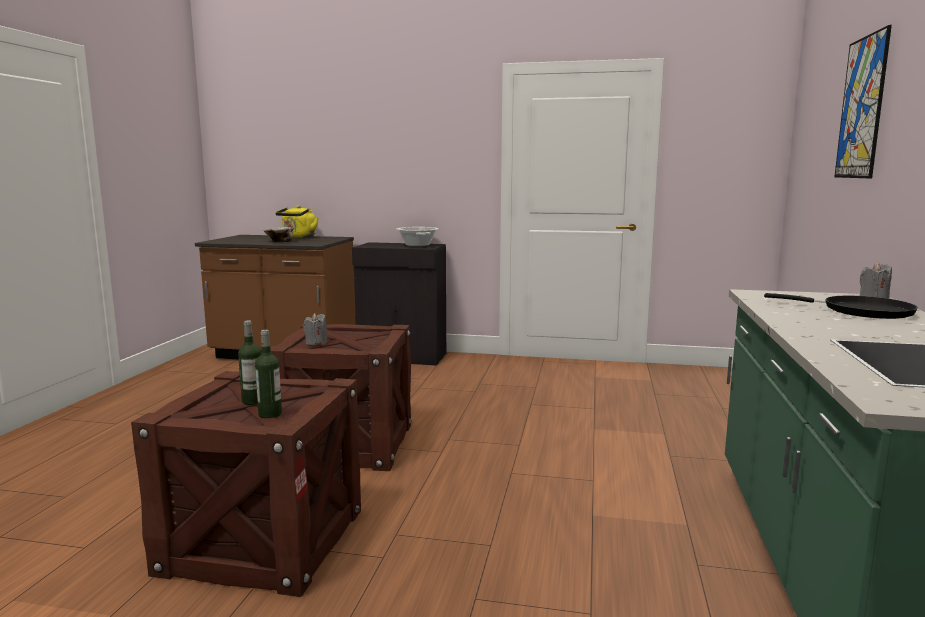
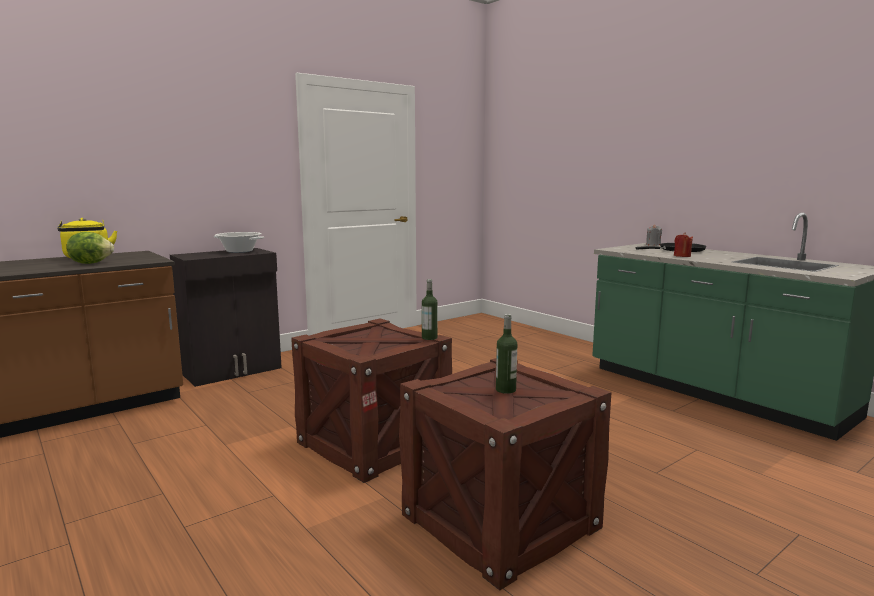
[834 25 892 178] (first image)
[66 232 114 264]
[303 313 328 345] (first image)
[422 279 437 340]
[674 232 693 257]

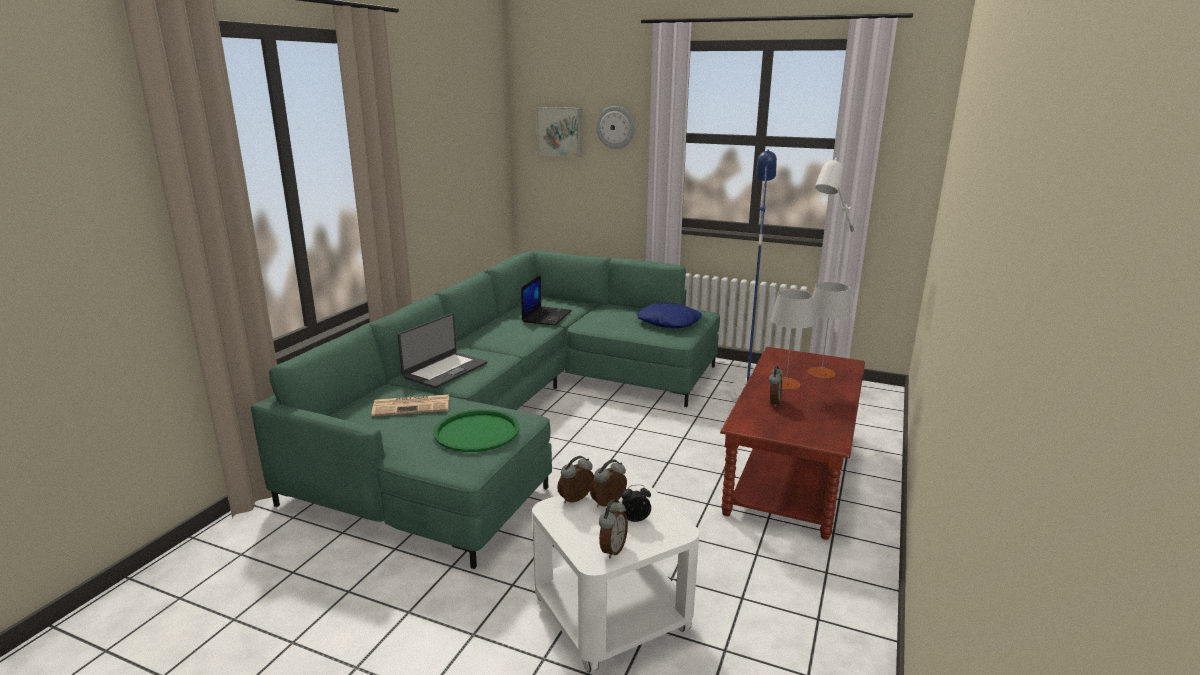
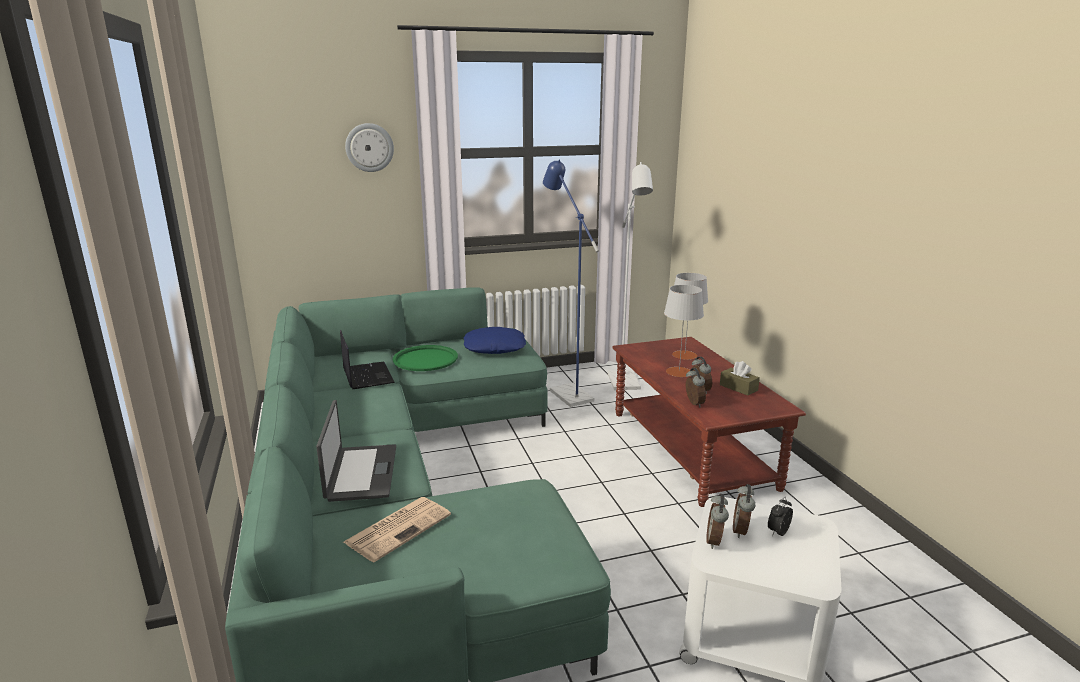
[536 107 582 157] (first image)
[393 345 458 371]
[686 368 706 407]
[720 361 760 396]

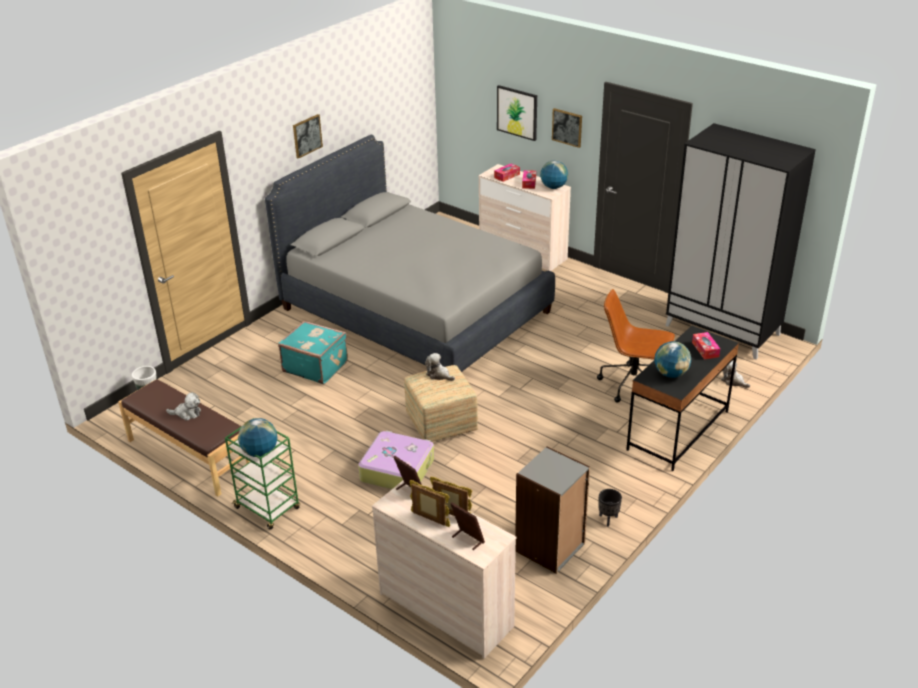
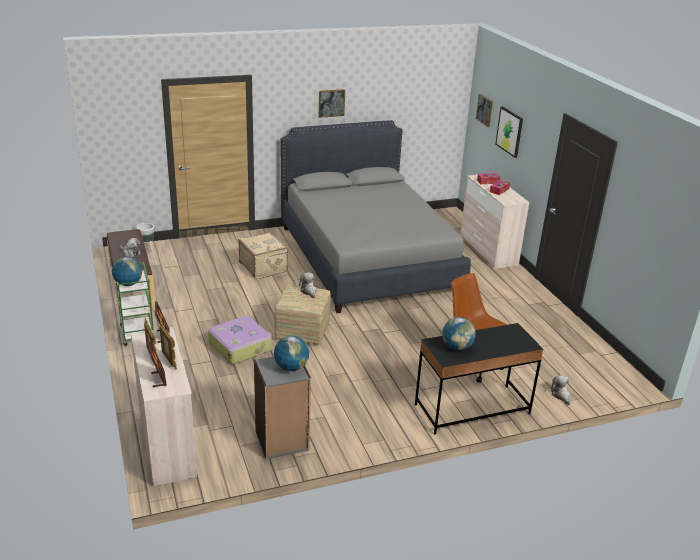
[476 94 493 127]
[666 123 816 360] (first image)
[274 335 309 371]
[238 232 288 279]
[692 332 720 360] (first image)
[599 489 622 526] (first image)

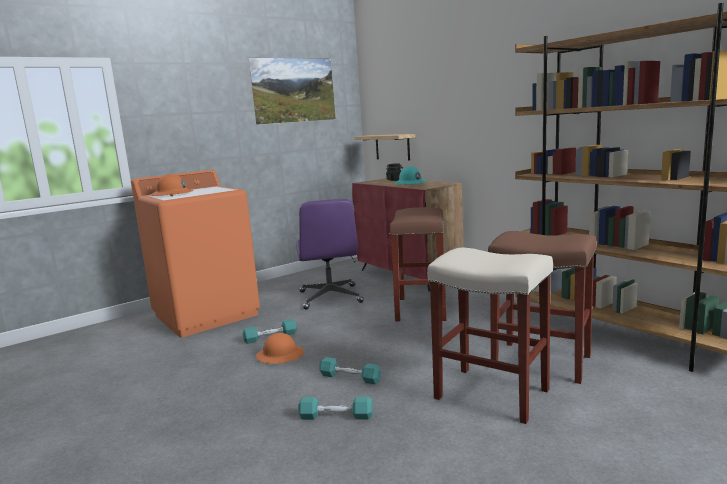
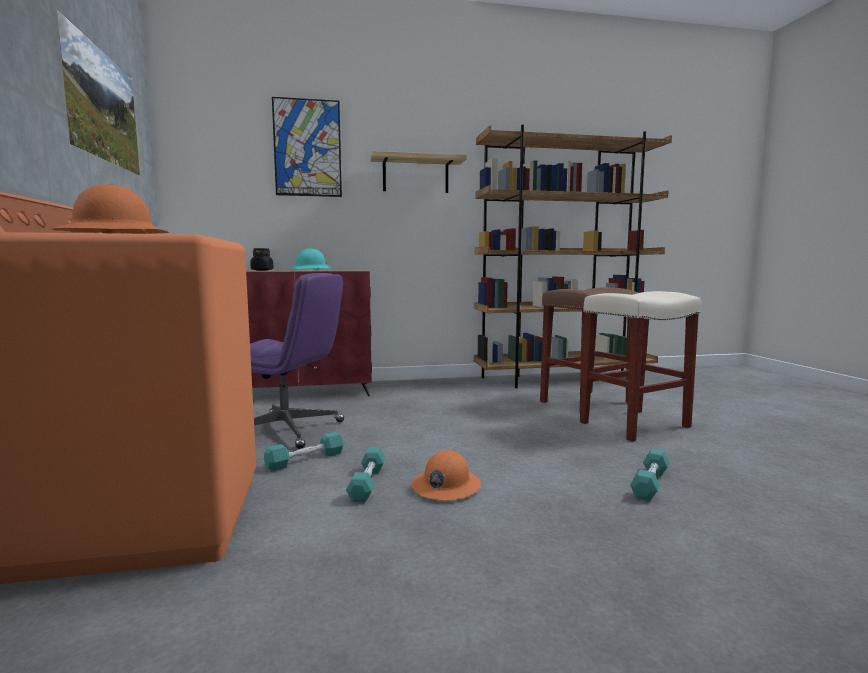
[370 151 467 193]
[390 207 446 321] (first image)
[264 432 344 471]
[272 97 342 197]

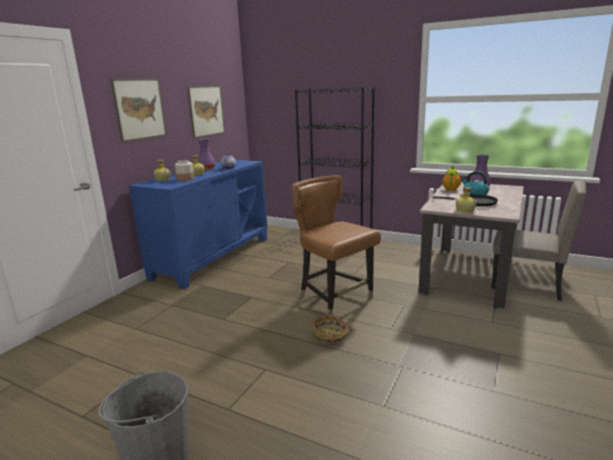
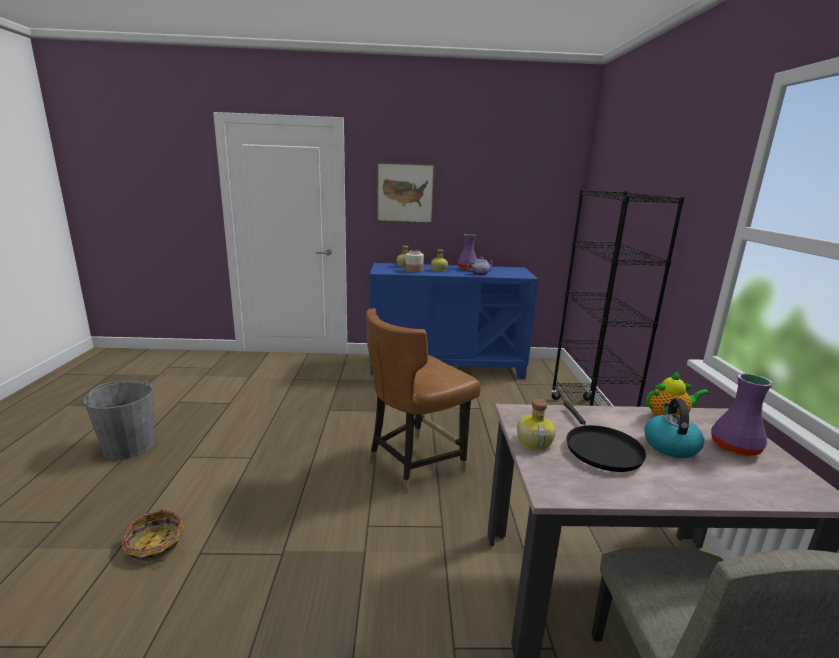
[187 86 225 139] (first image)
[366 308 481 493]
[121 509 185 562]

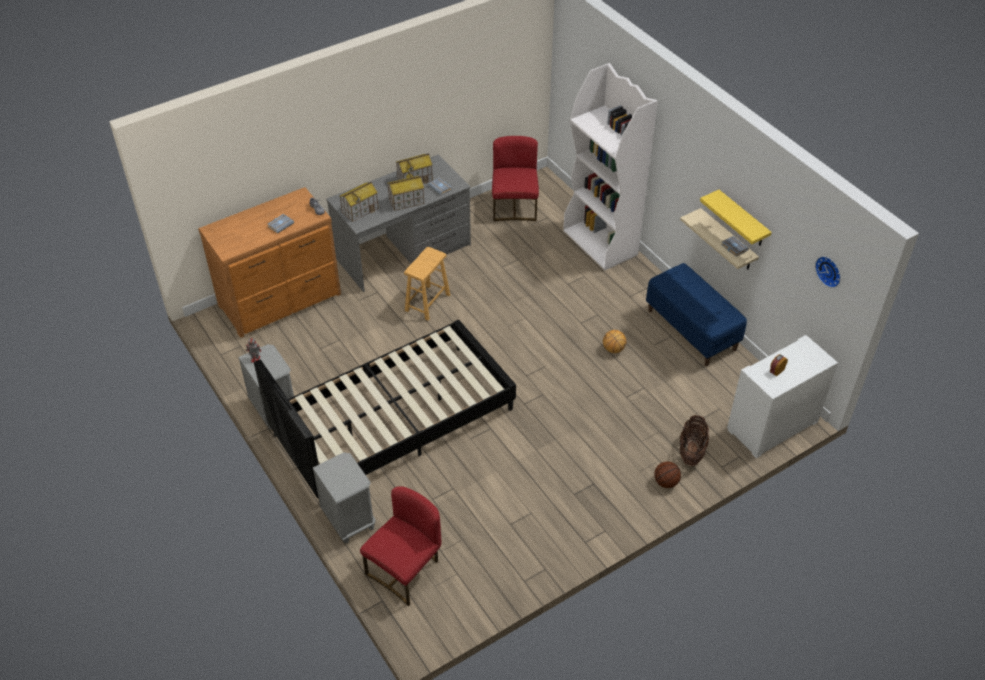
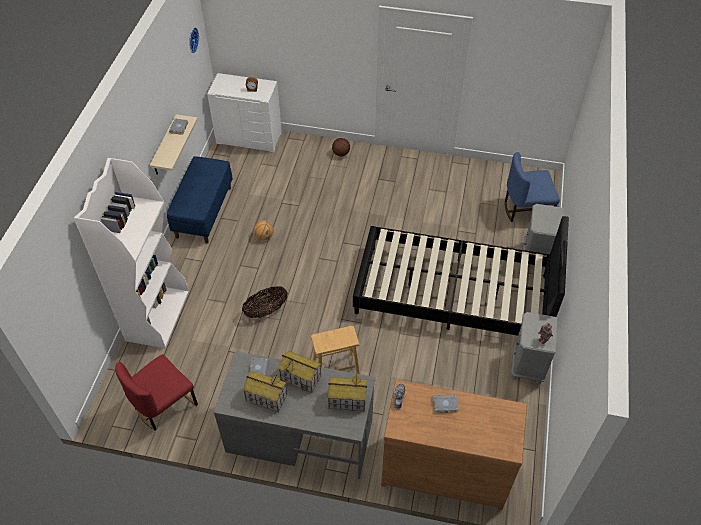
[700 190 772 246] (first image)
[242 286 288 318]
[505 152 560 222]

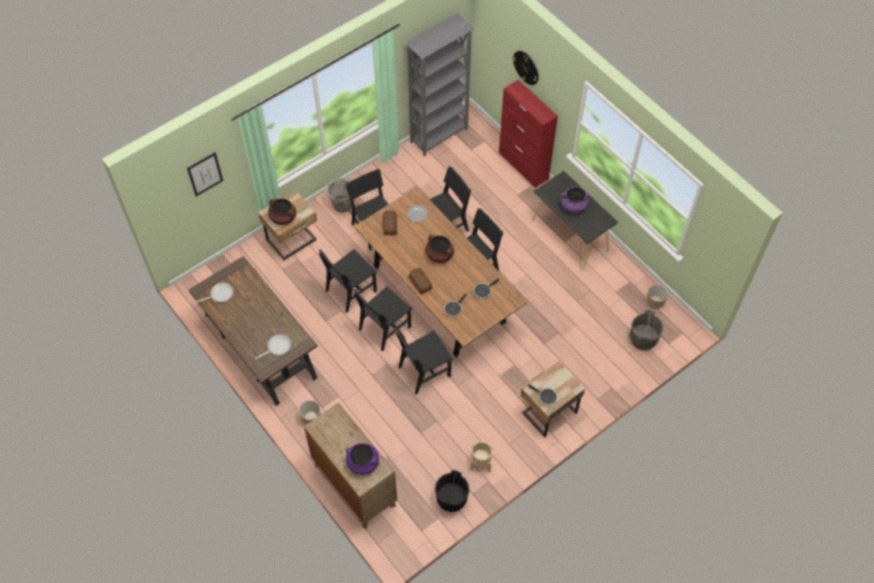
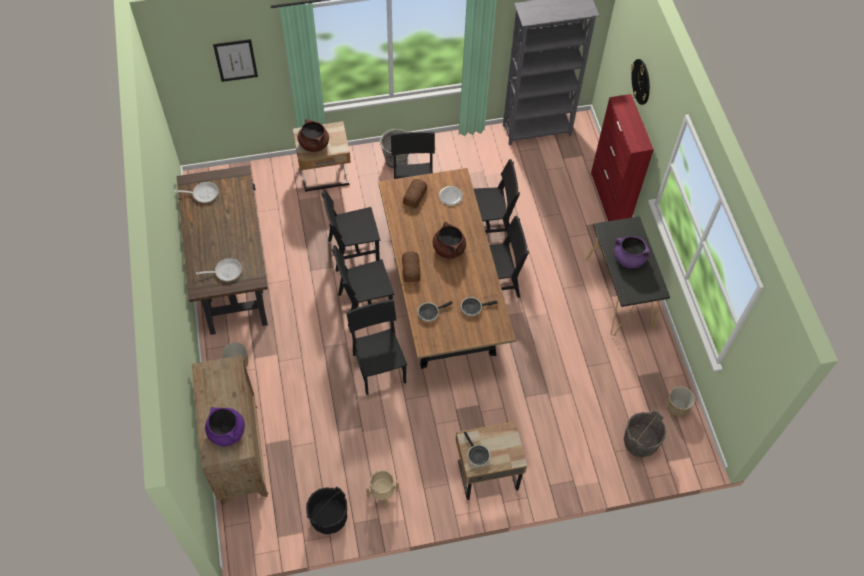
[346 299 407 395]

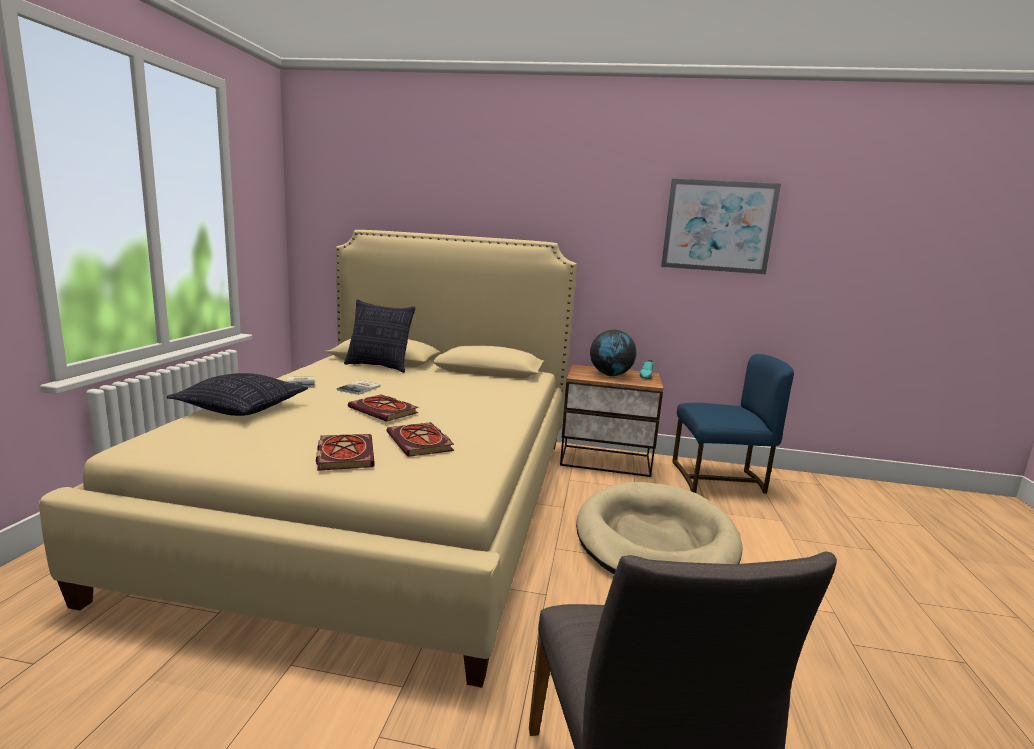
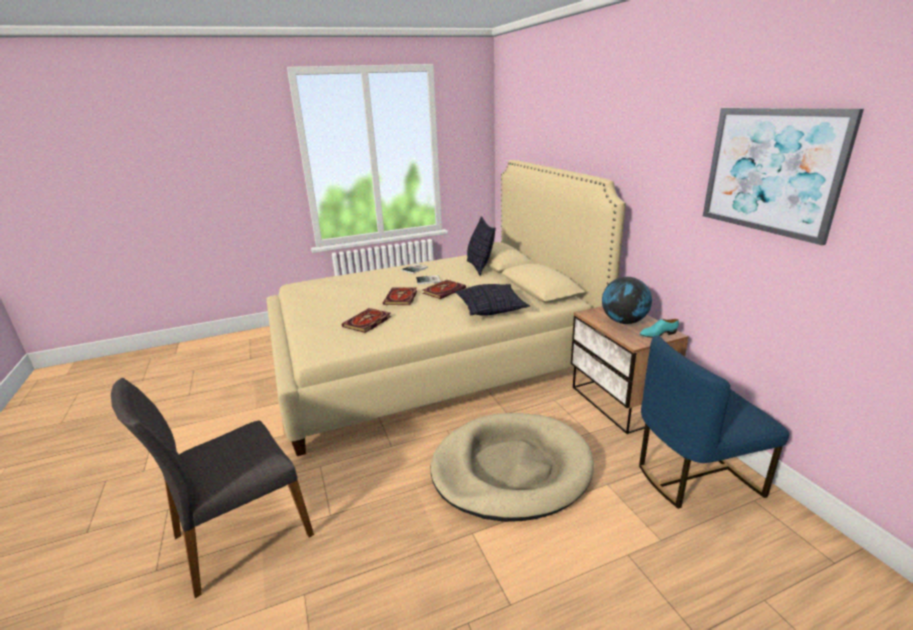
[639 336 789 509]
[455 284 530 316]
[422 280 466 299]

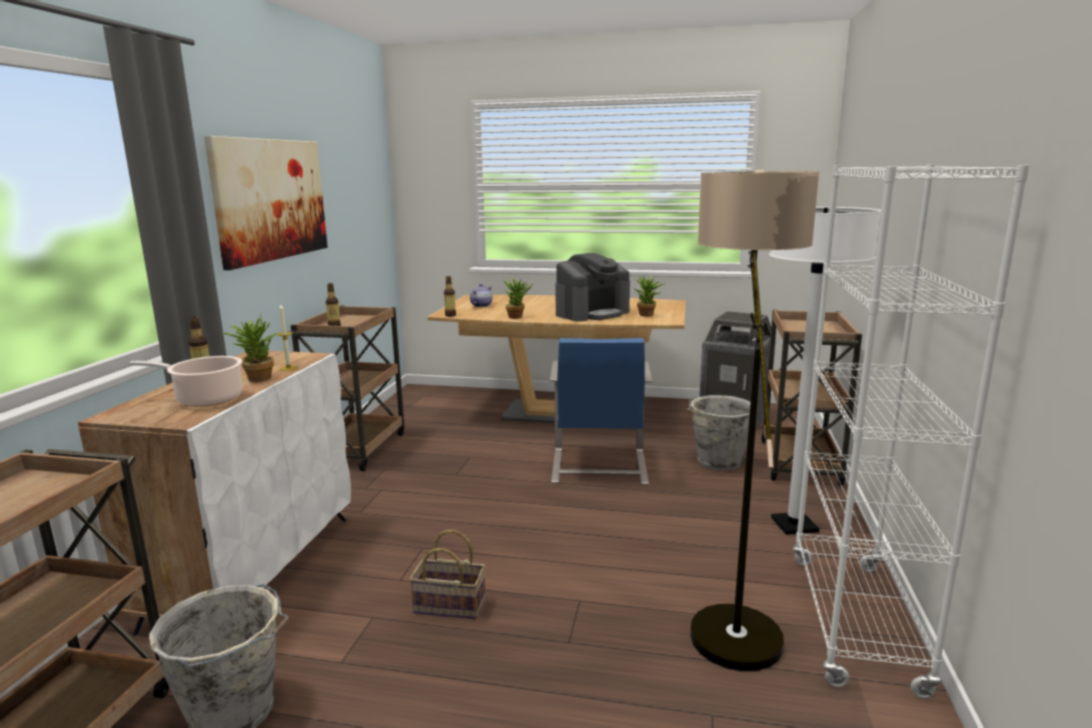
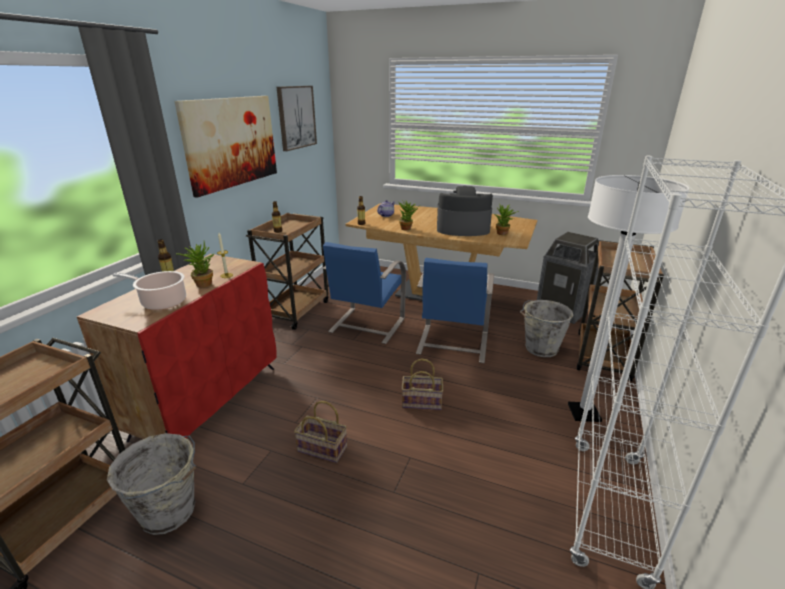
[690 170 819 671] (first image)
[437 186 493 236]
[77 254 277 442]
[276 86 317 151]
[323 242 406 344]
[402 358 443 410]

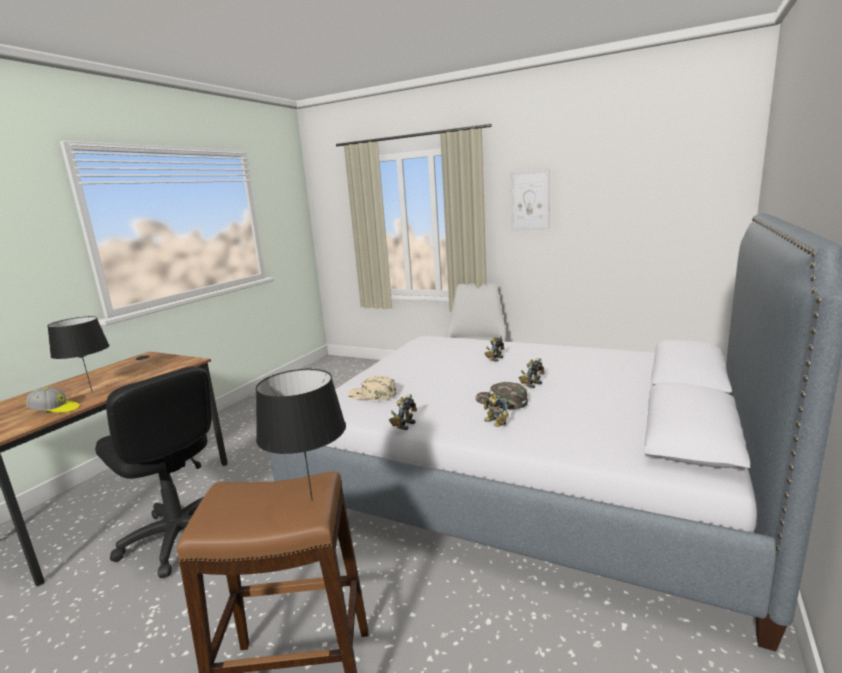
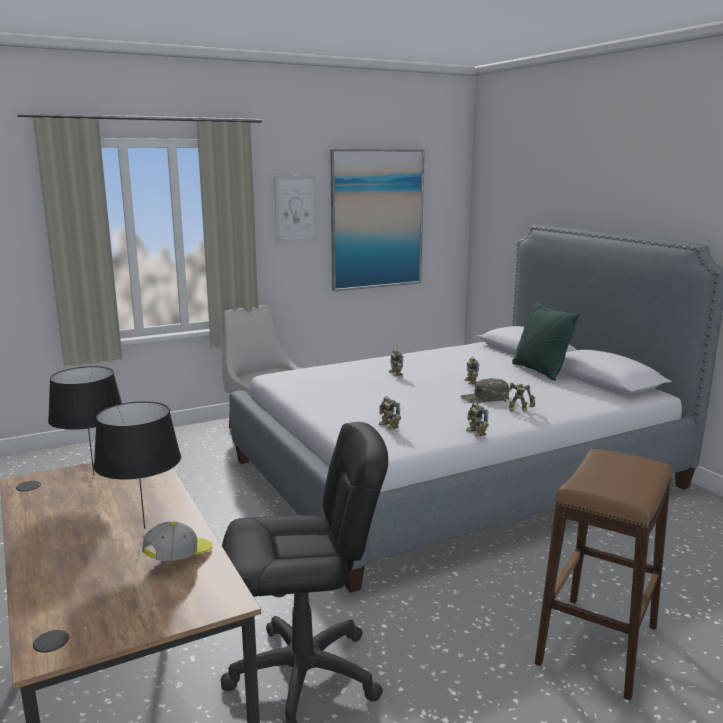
[48 366 122 476]
[379 396 401 430]
[330 149 424 291]
[512 300 580 381]

